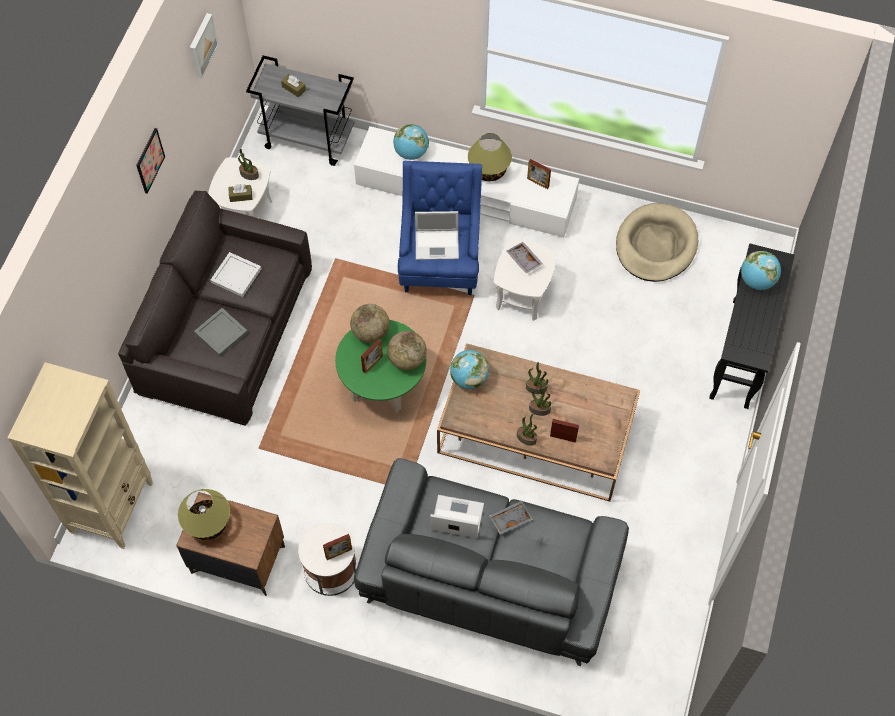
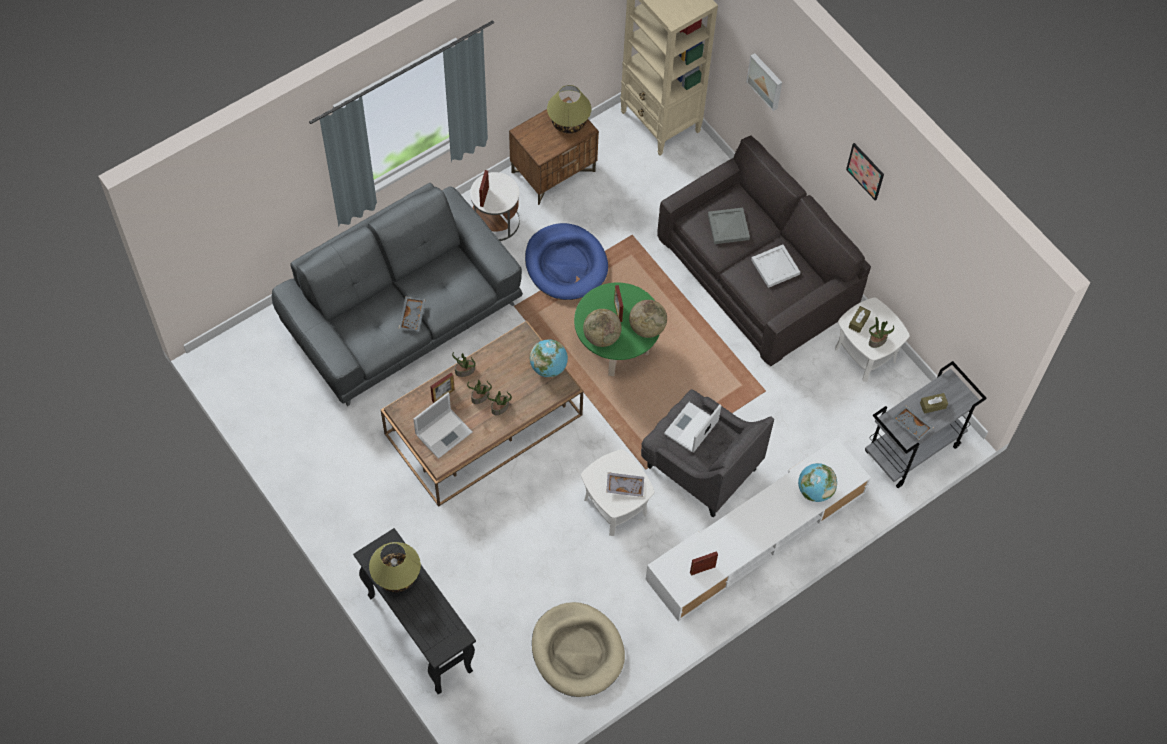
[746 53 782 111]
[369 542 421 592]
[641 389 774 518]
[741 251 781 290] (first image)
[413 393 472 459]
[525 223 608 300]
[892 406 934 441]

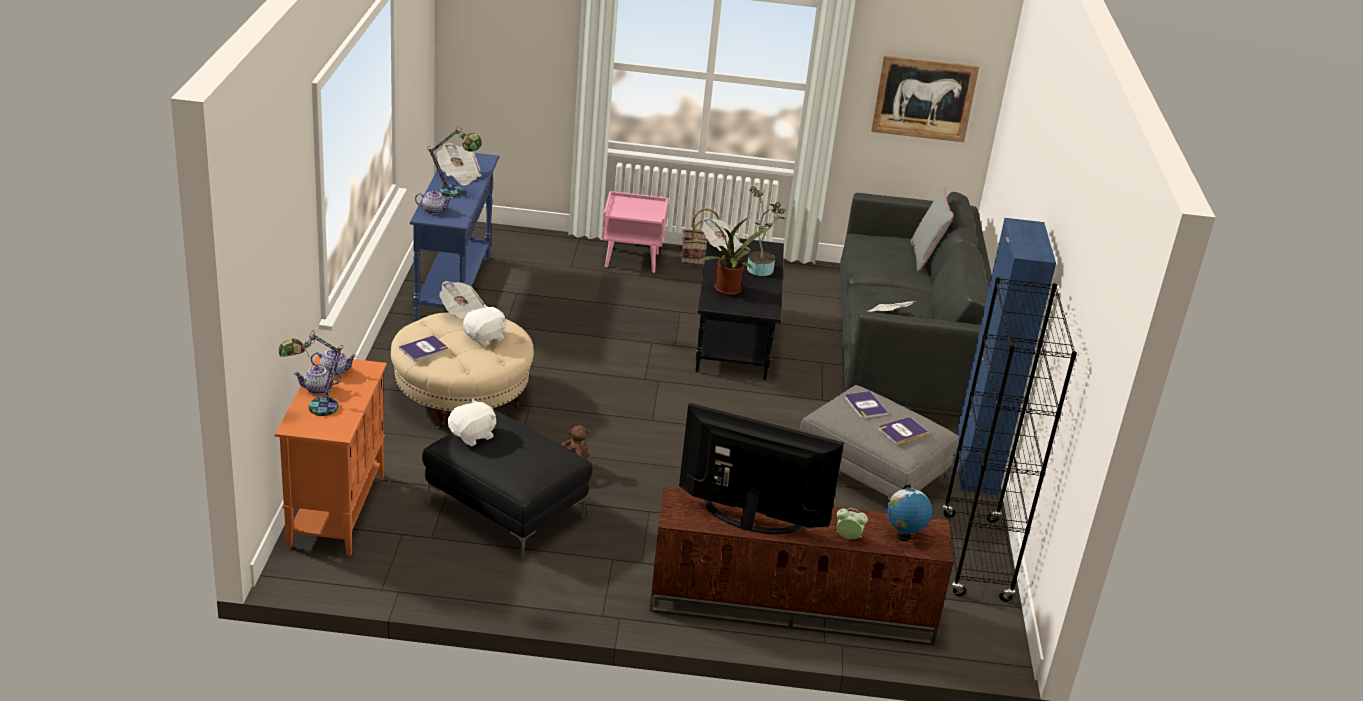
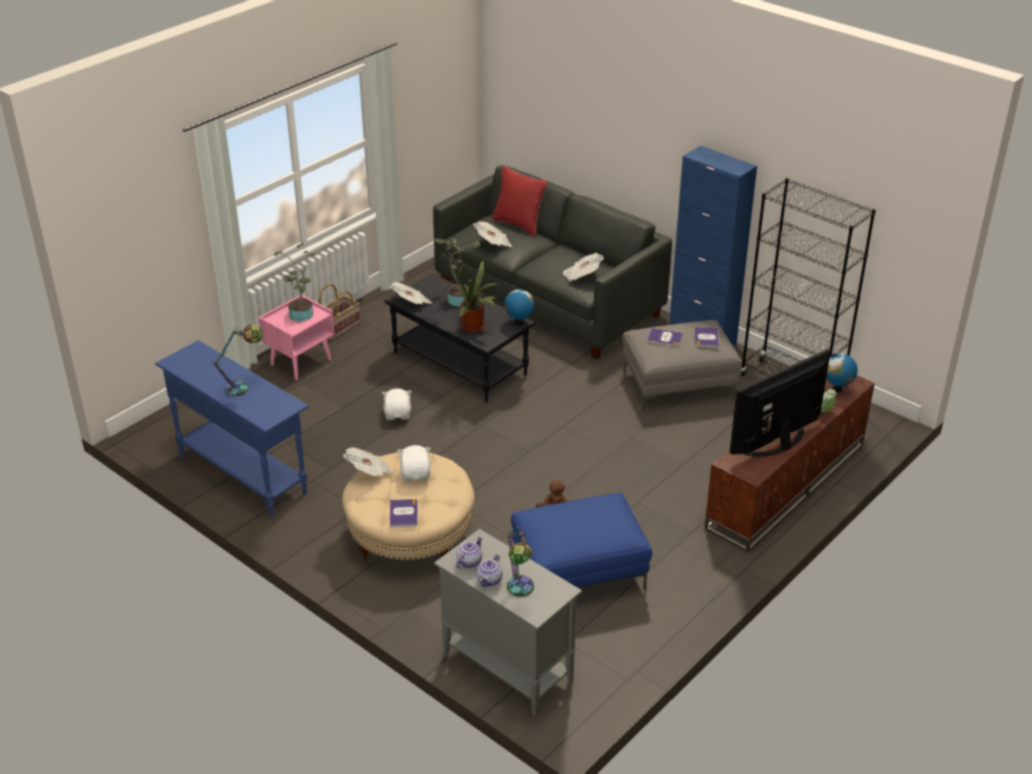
[871 55 979 142] (first image)
[473 222 512 247]
[492 166 547 236]
[415 190 453 214] (first image)
[434 529 582 716]
[382 388 411 420]
[511 492 652 590]
[274 243 316 322]
[504 287 535 326]

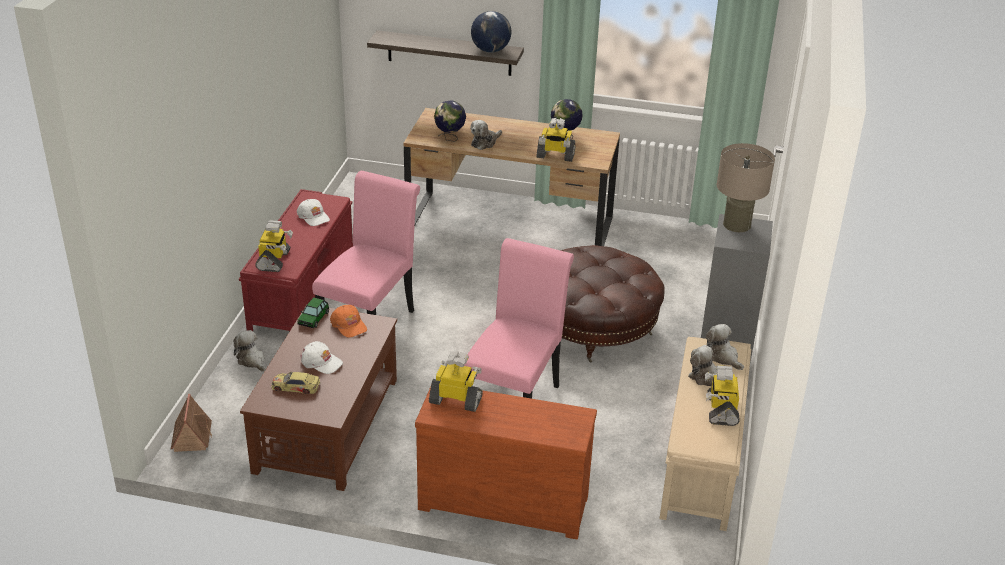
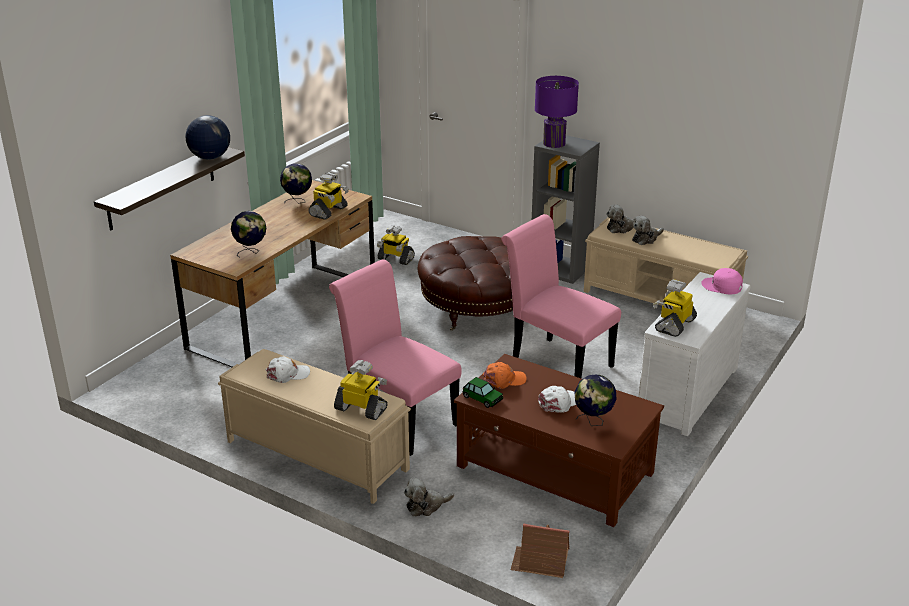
[470 120 502 150] (first image)
[535 76 579 148]
[218 349 411 504]
[377 225 415 265]
[574 375 616 426]
[639 272 751 436]
[701 268 743 295]

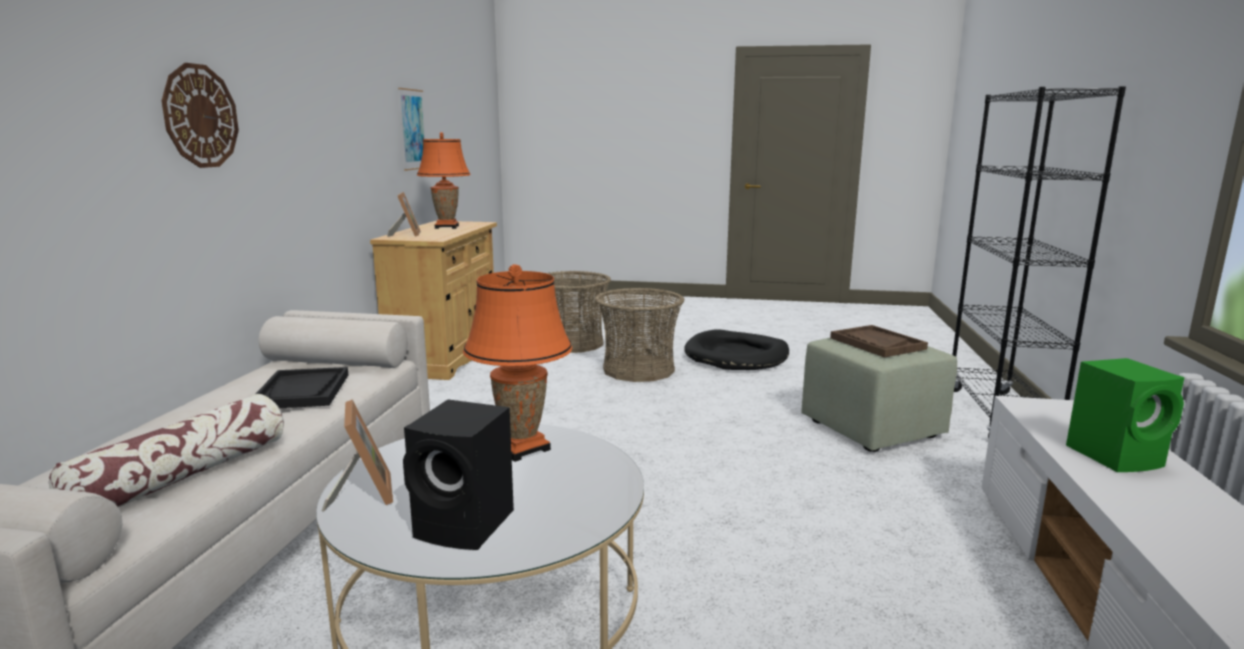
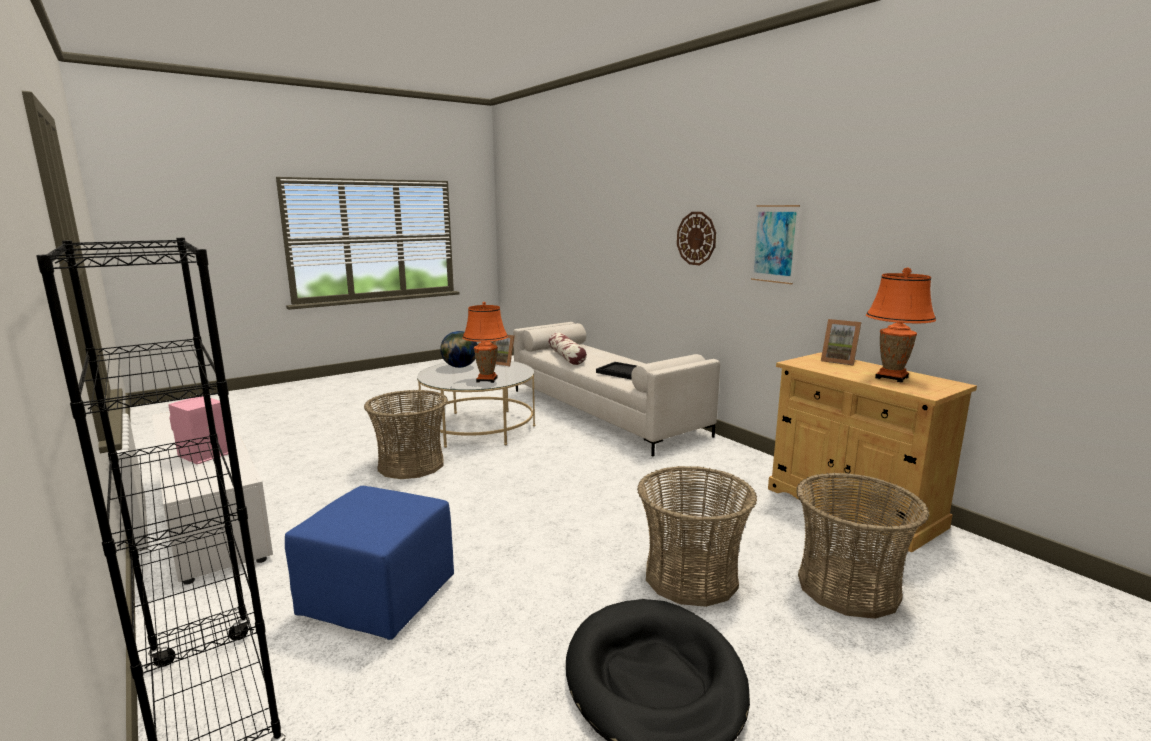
[751 205 800 284]
[830 325 928 358] (first image)
[285 486 454 640]
[168 396 228 464]
[440 331 477 368]
[364 390 448 479]

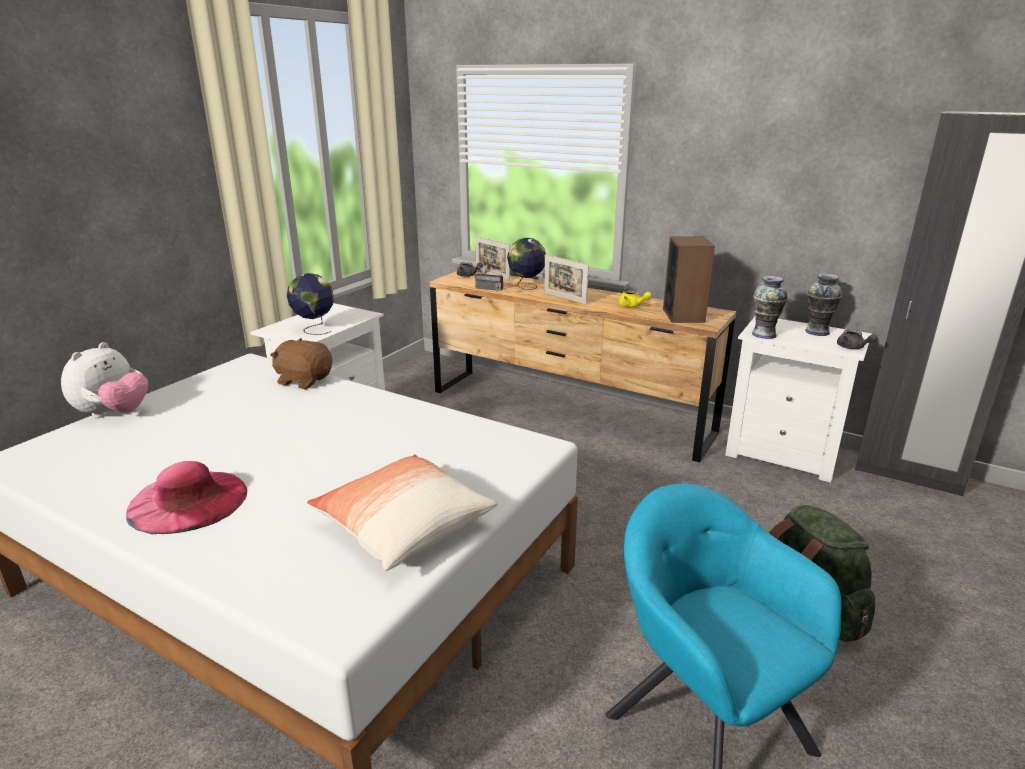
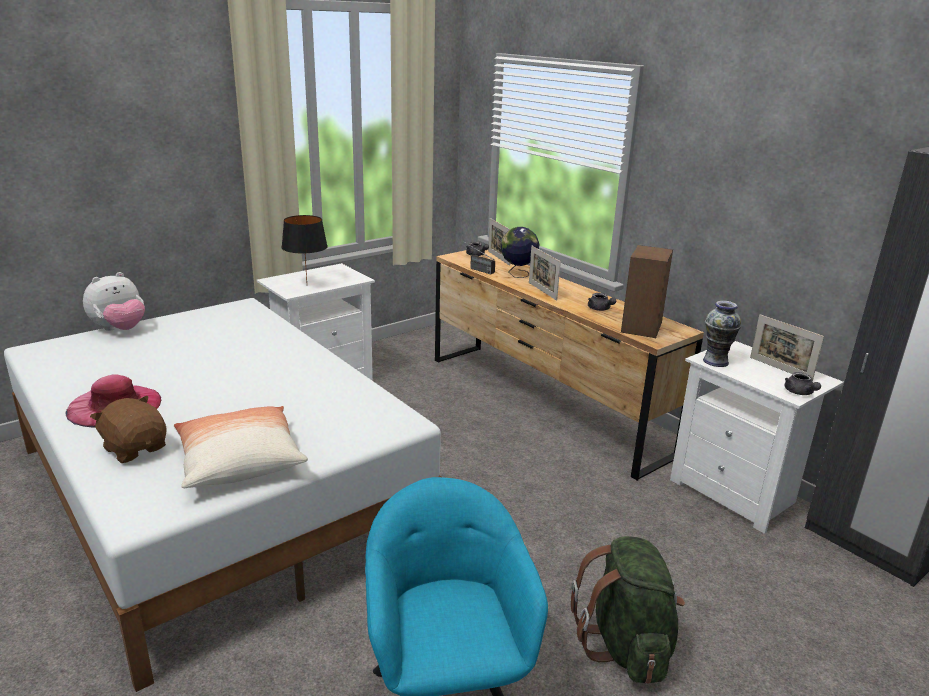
[281 215 328 282]
[750 314 824 381]
[588 293 616 311]
[90 396 167 463]

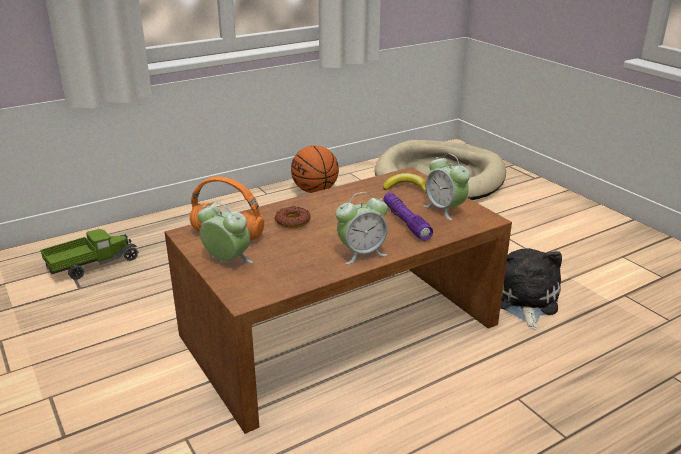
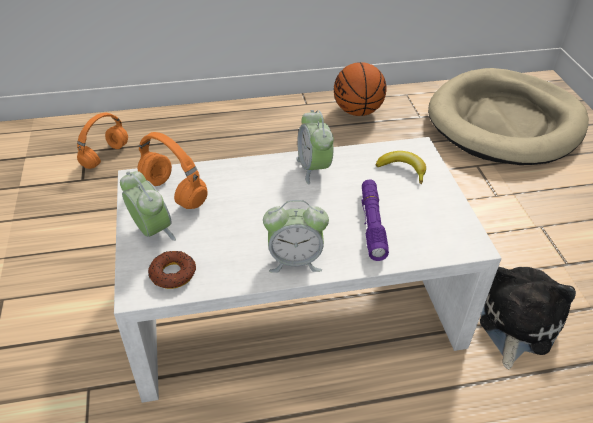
[296 110 334 184]
[114 137 502 403]
[148 251 196 289]
[77 113 128 169]

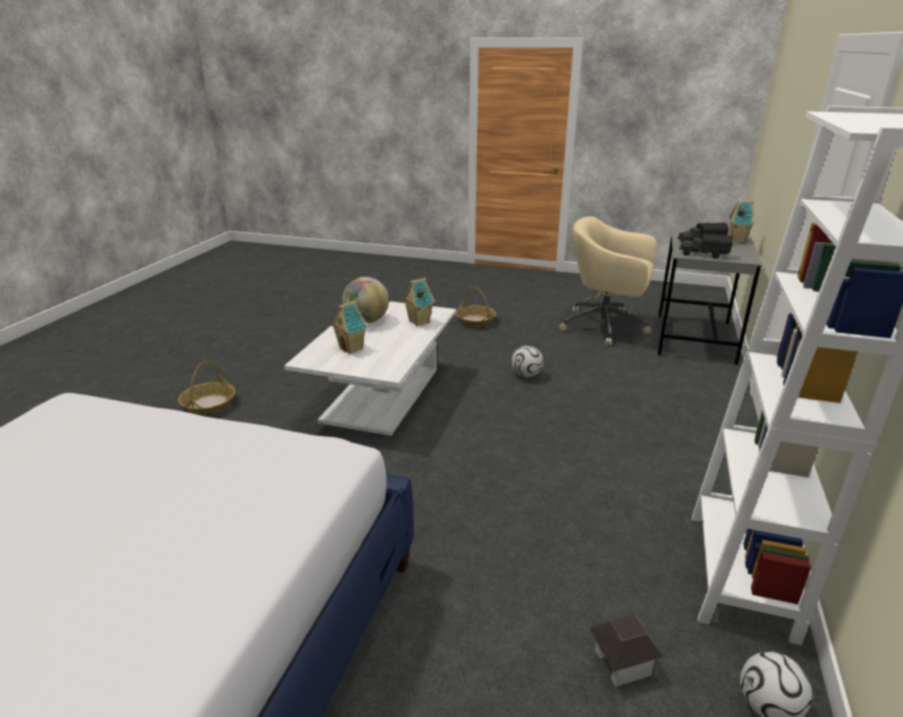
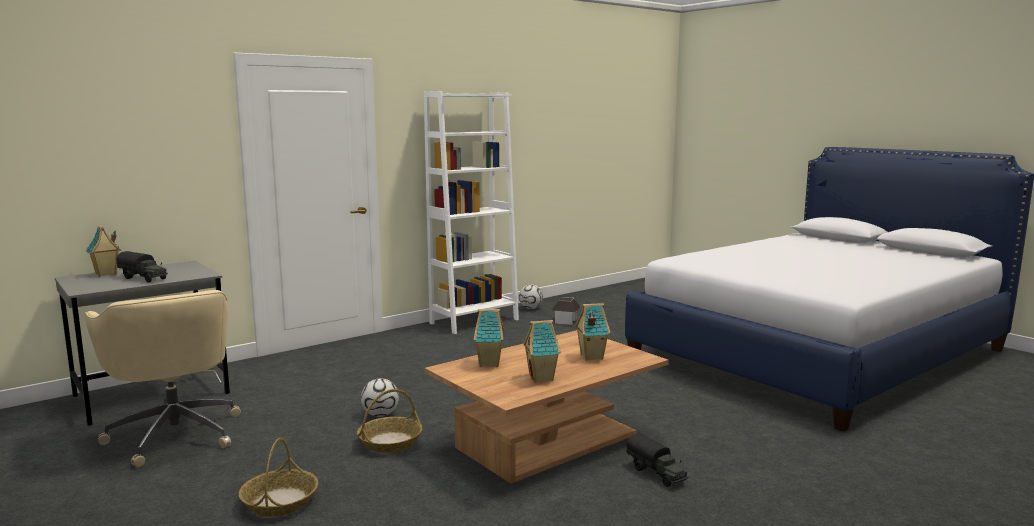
[627 433 688 487]
[523 320 561 382]
[425 330 669 483]
[357 389 422 453]

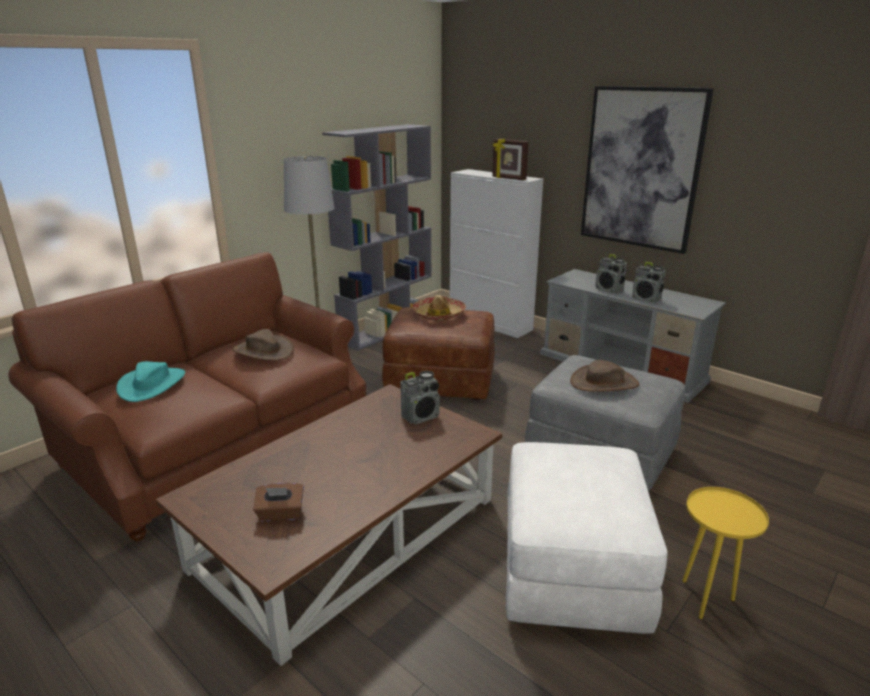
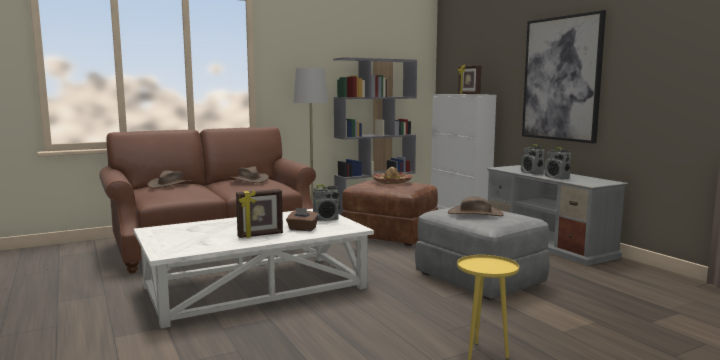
[147 170 193 189]
[134 209 374 329]
[506 442 667 634] (first image)
[286 208 318 231]
[236 189 283 238]

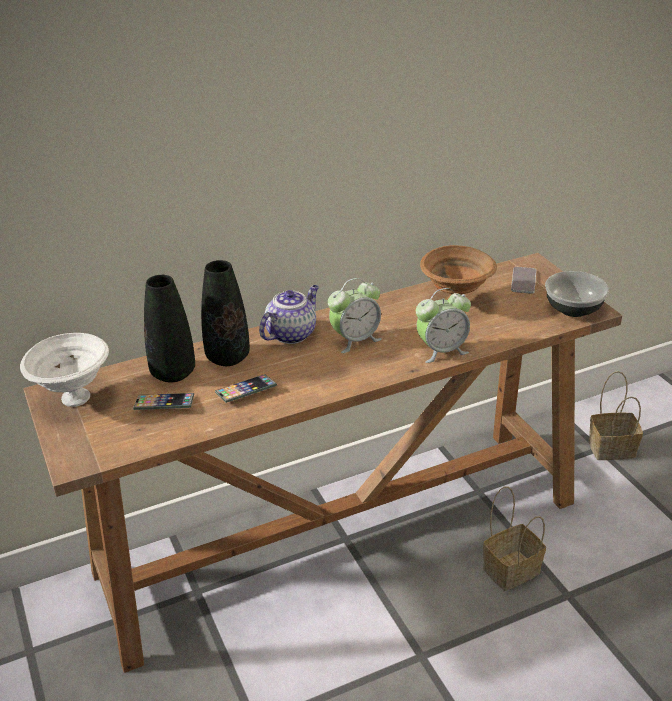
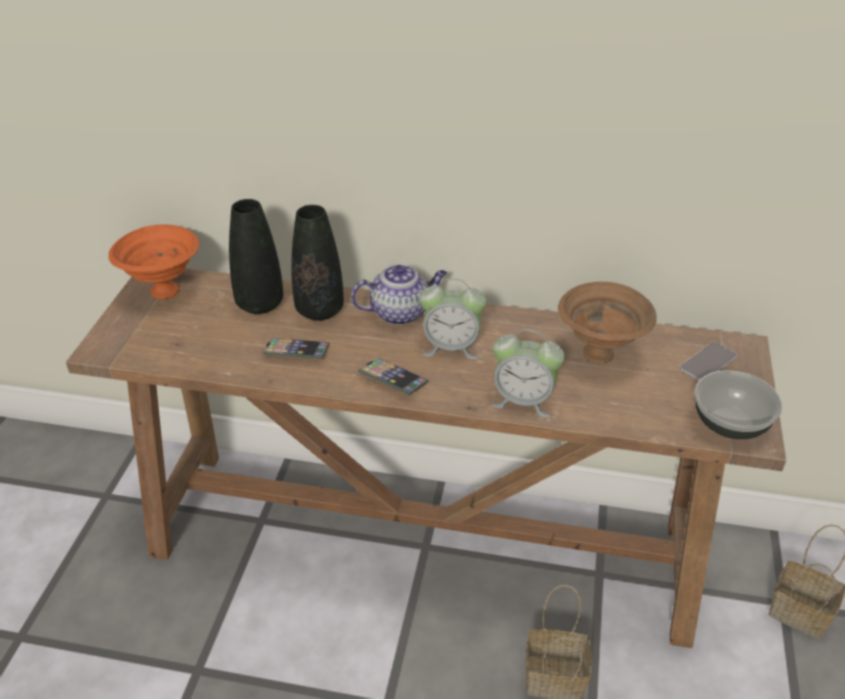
[108 225 199 299]
[358 358 429 395]

